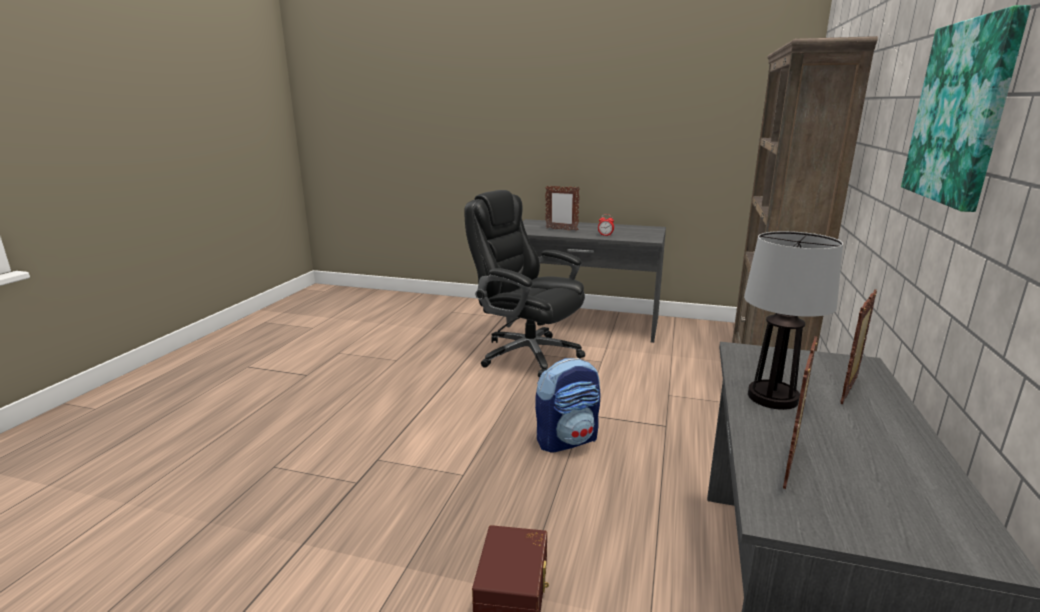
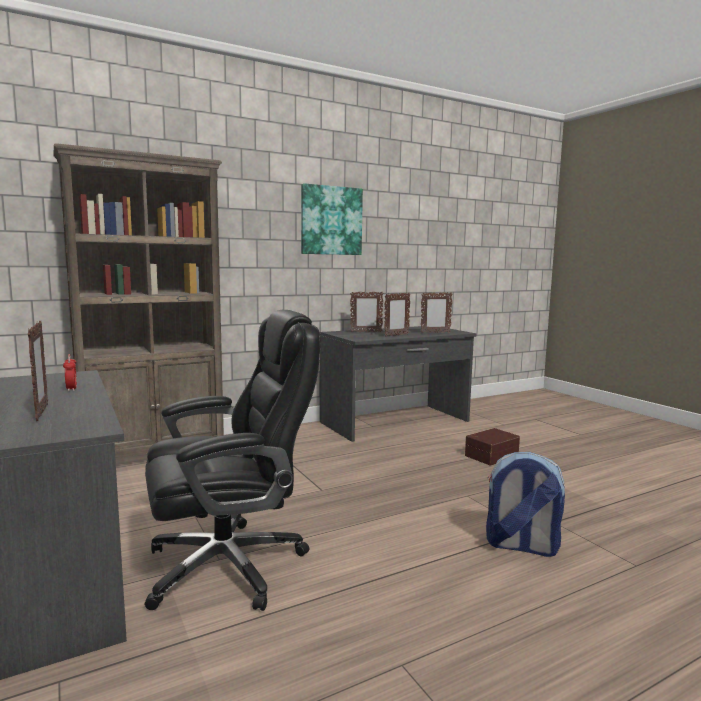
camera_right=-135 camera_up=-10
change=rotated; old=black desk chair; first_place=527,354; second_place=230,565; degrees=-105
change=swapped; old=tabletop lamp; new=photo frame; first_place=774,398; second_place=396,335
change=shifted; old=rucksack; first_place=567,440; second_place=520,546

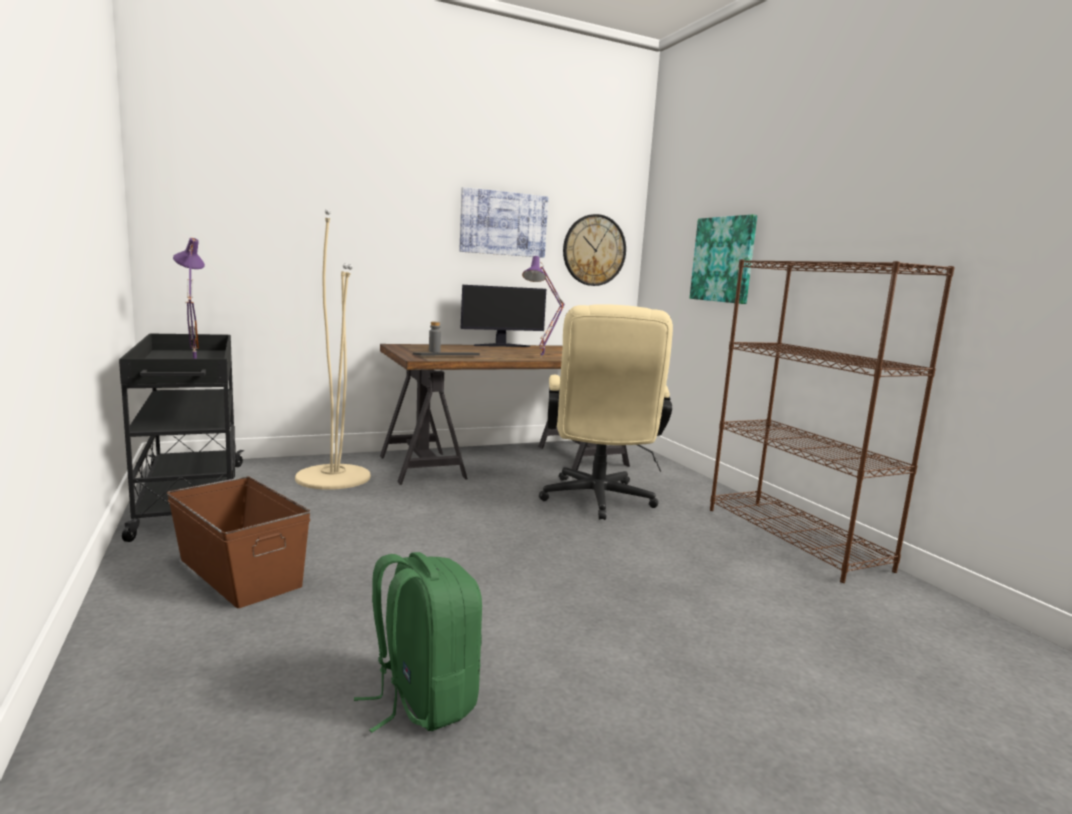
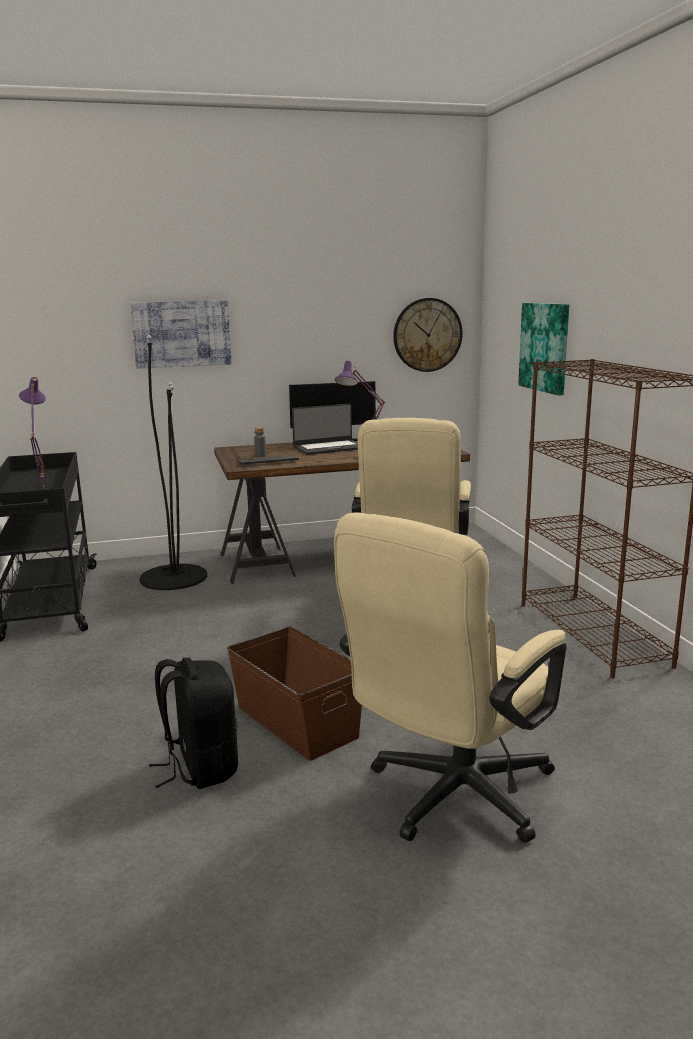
camera_right=10 camera_up=5
change=shifted; old=wall picture; first_place=503,223; second_place=181,334
change=repainted; old=beige-coloured floor lamp; new=black floor lamp; first_place=333,477; second_place=173,577
change=shifted; old=brown storage bin; first_place=240,572; second_place=297,721
change=repainted; old=green rucksack; new=black rucksack; first_place=422,700; second_place=200,767
change=new; new=notebook computer; second_place=329,448
change=new; new=beige-coloured desk chair; second_place=450,798

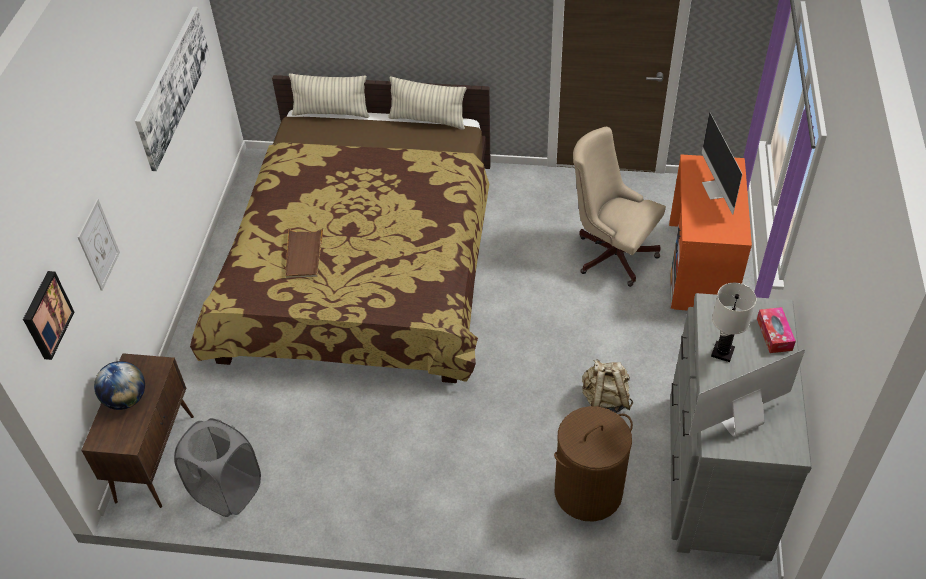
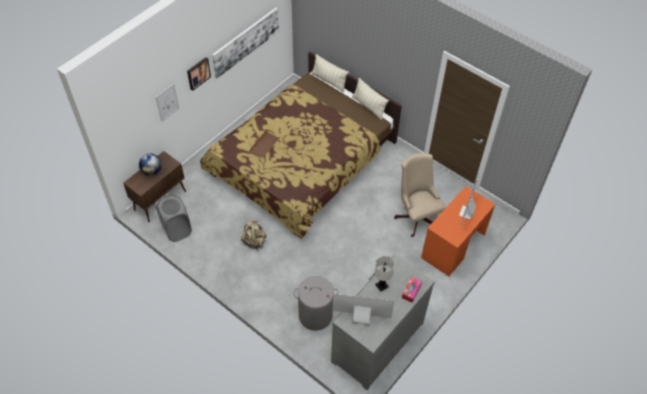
camera_right=30 camera_up=5
change=shifted; old=wall picture; first_place=46,315; second_place=198,73
change=shifted; old=beige-coloured rucksack; first_place=605,400; second_place=254,241
change=repainted; old=brown laundry basket; new=greyish laundry basket; first_place=588,491; second_place=315,315

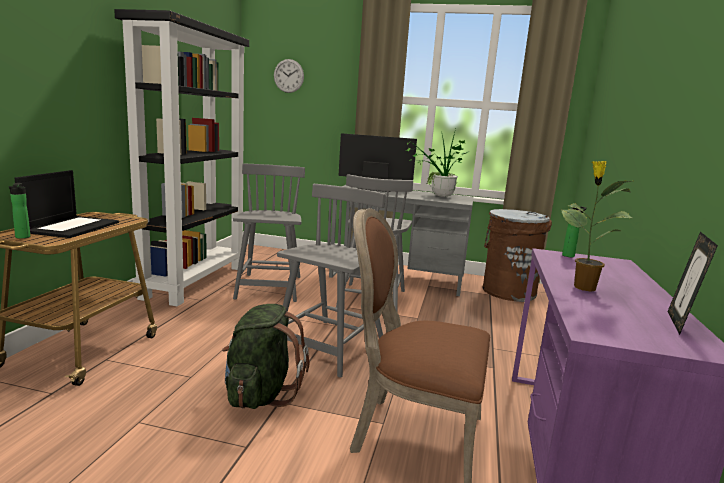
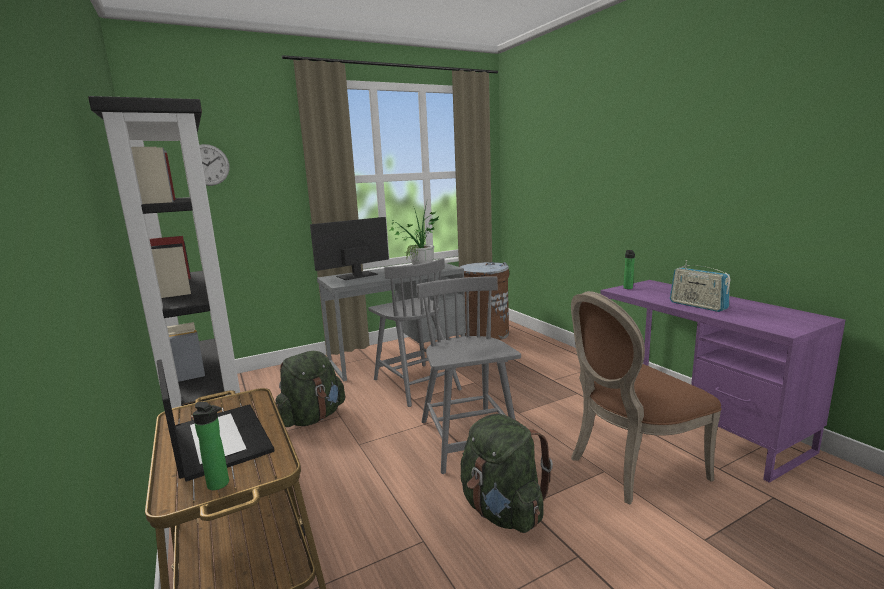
camera_right=-40 camera_up=0
change=swapped; old=houseplant; new=radio set; first_place=583,287; second_place=697,306
change=swapped; old=greyish chair; new=green rucksack; first_place=269,288; second_place=312,418
change=gone; old=photo frame; first_place=679,323

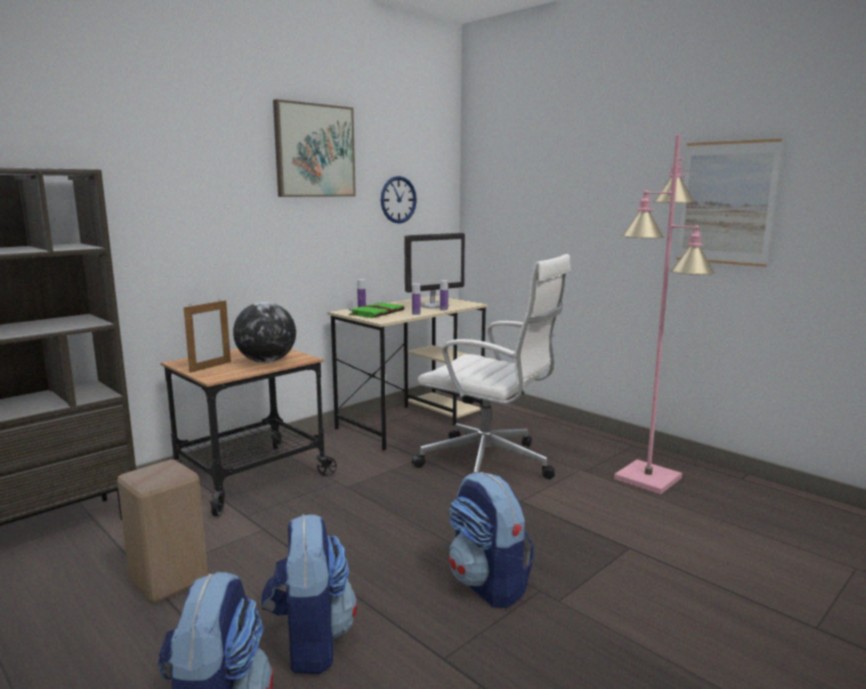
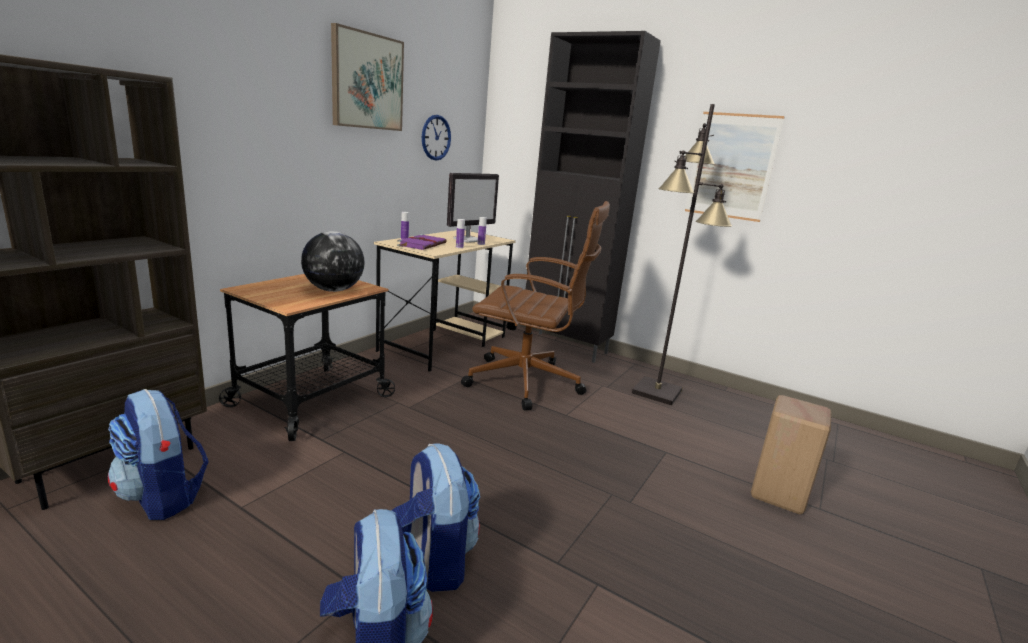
camera_right=-15 camera_up=5
change=repainted; old=pink-coloured floor lamp; new=black floor lamp; first_place=649,478; second_place=657,392
change=repainted; old=white desk chair; new=brown desk chair; first_place=489,465; second_place=527,383
change=gone; old=photo frame; first_place=210,367
change=repainted; old=green bound book; new=purple bound book; first_place=377,312; second_place=422,244
change=shifted; old=beige-coloured stool seat; first_place=166,581; second_place=776,495
change=shifted; old=rucksack; first_place=488,584; second_place=163,496
change=new; new=black cupboard; second_place=566,347

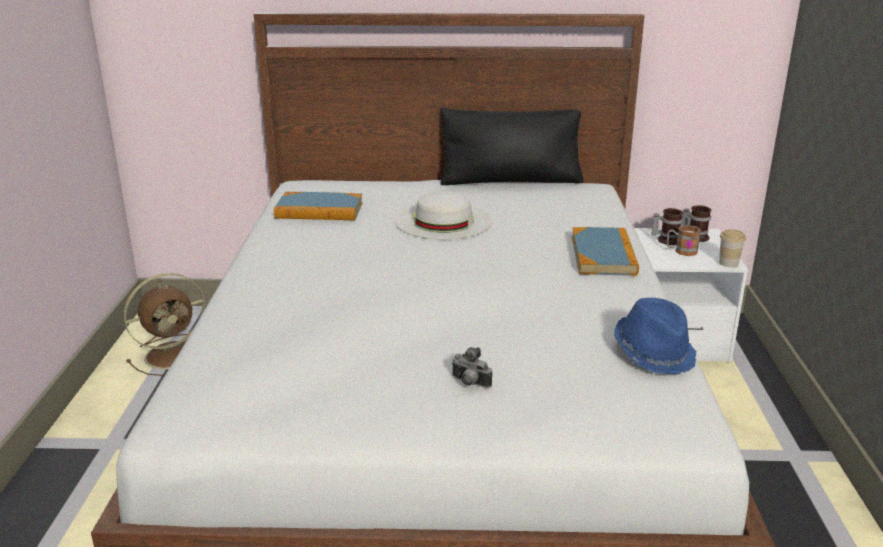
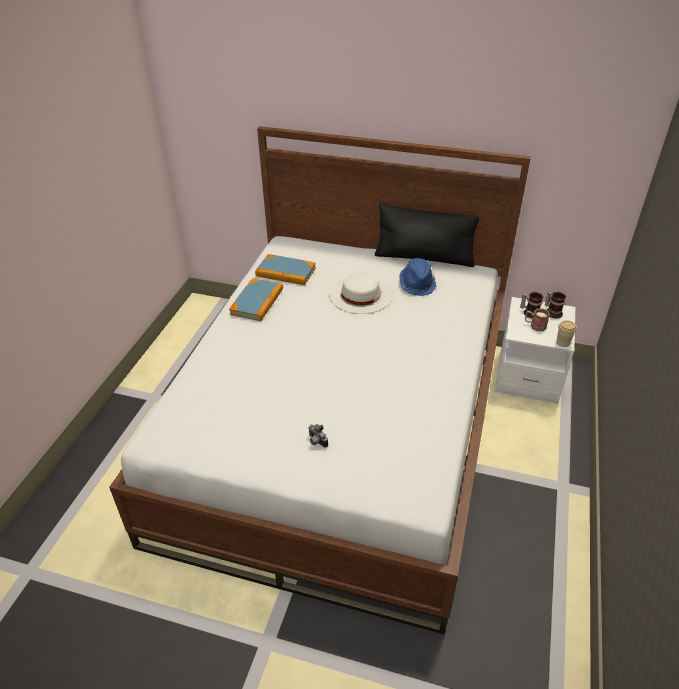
camera_right=15 camera_up=15
change=shifted; old=bound book; first_place=603,255; second_place=257,302
change=gone; old=brown cooling fan; first_place=175,354
change=shifted; old=bluish clothing hat; first_place=654,352; second_place=417,284

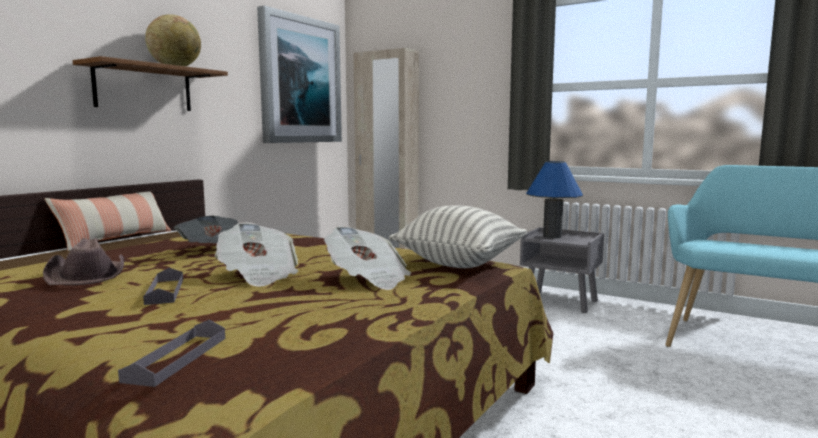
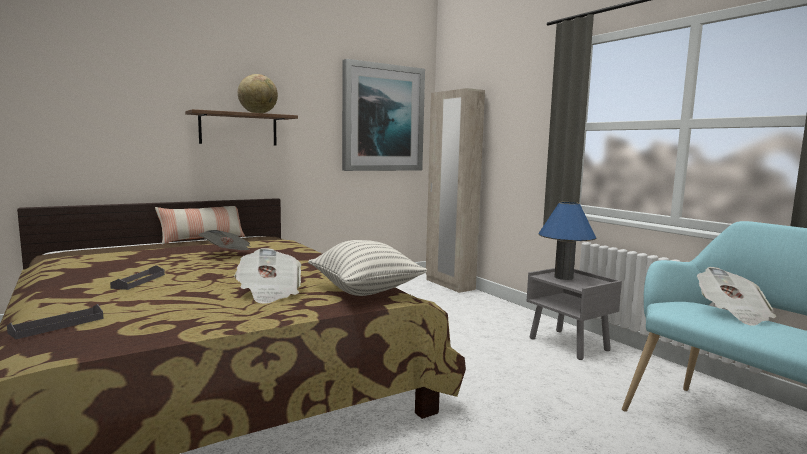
camera_right=25 camera_up=0
change=shifted; old=daily paper; first_place=258,275; second_place=732,313
change=gone; old=brown clothing hat; first_place=88,275

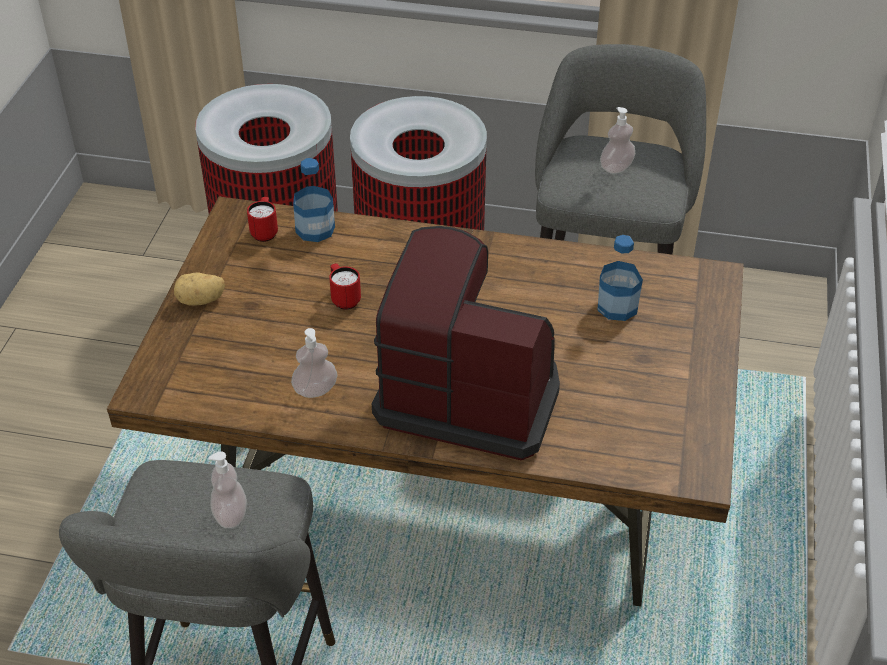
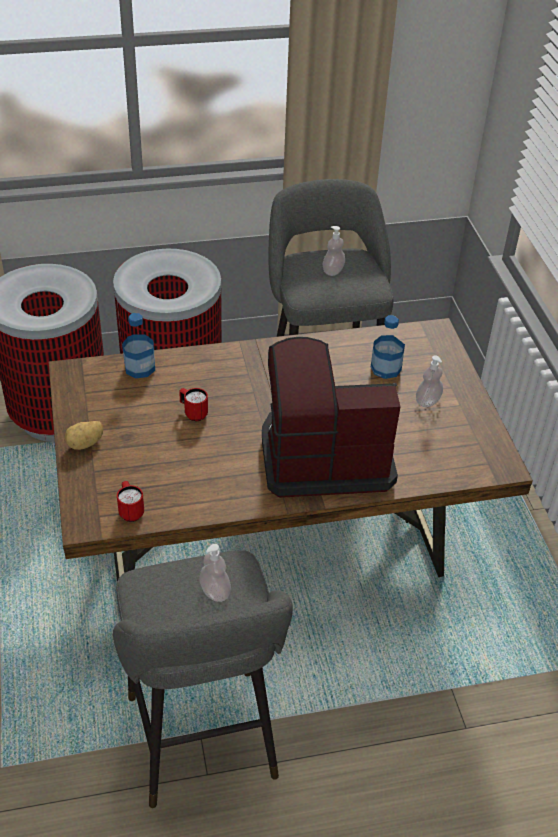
camera_right=-25 camera_up=0
change=shifted; old=reddish coffee mug; first_place=265,231; second_place=130,511
change=shifted; old=liquid soap bottle; first_place=315,390; second_place=427,401

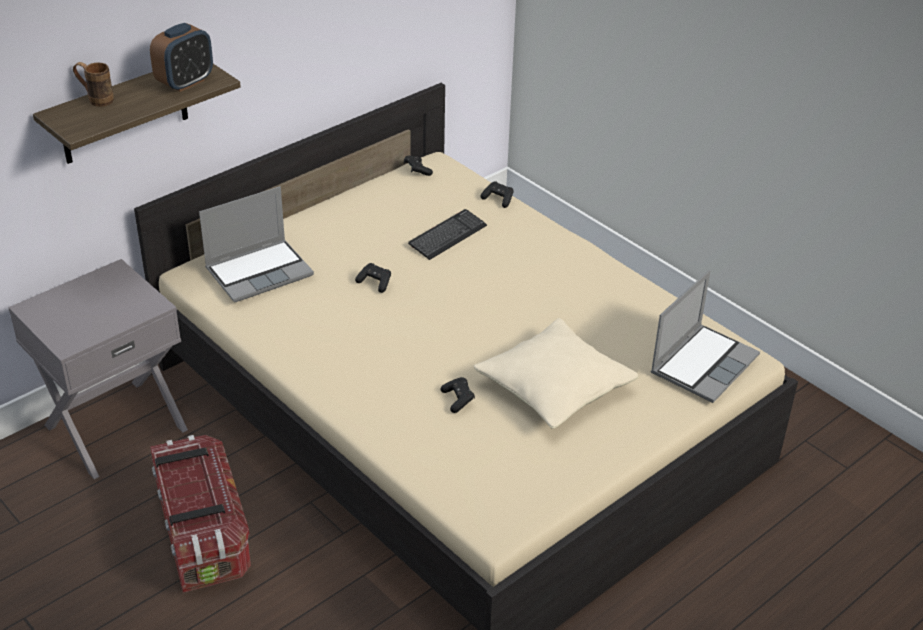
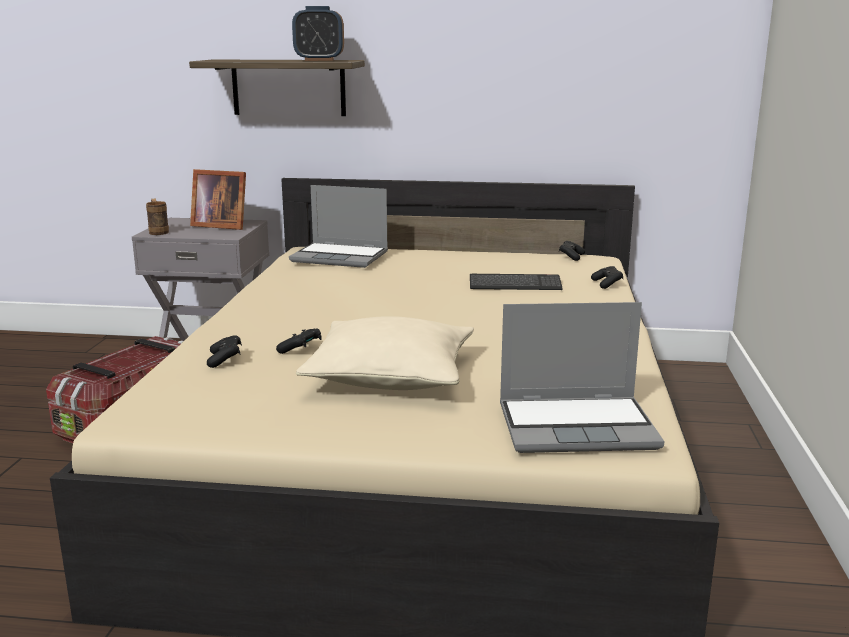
camera_right=50 camera_up=-20
change=shifted; old=brown coffee mug; first_place=96,99; second_place=158,231
change=shifted; old=black joypad; first_place=375,283; second_place=225,360
change=new; new=photo frame; second_place=220,225

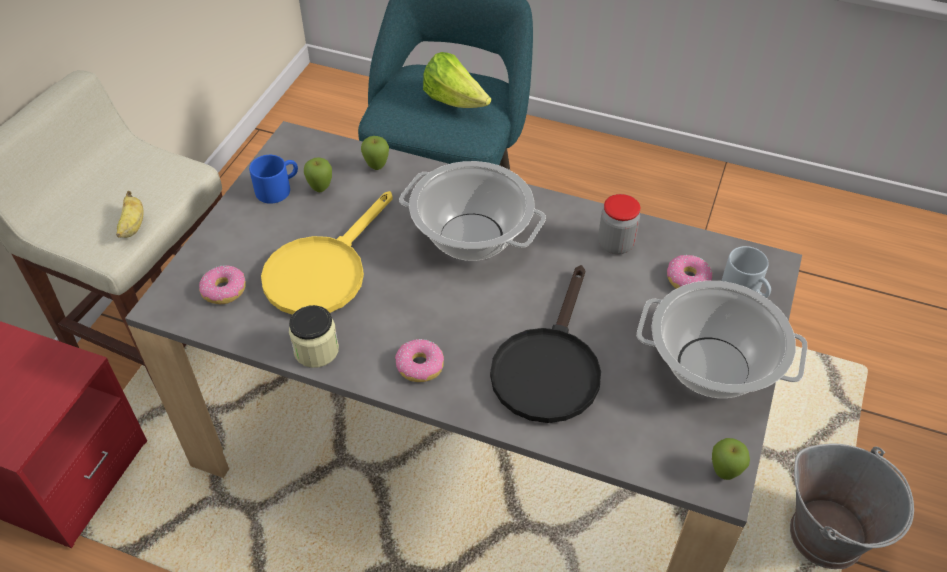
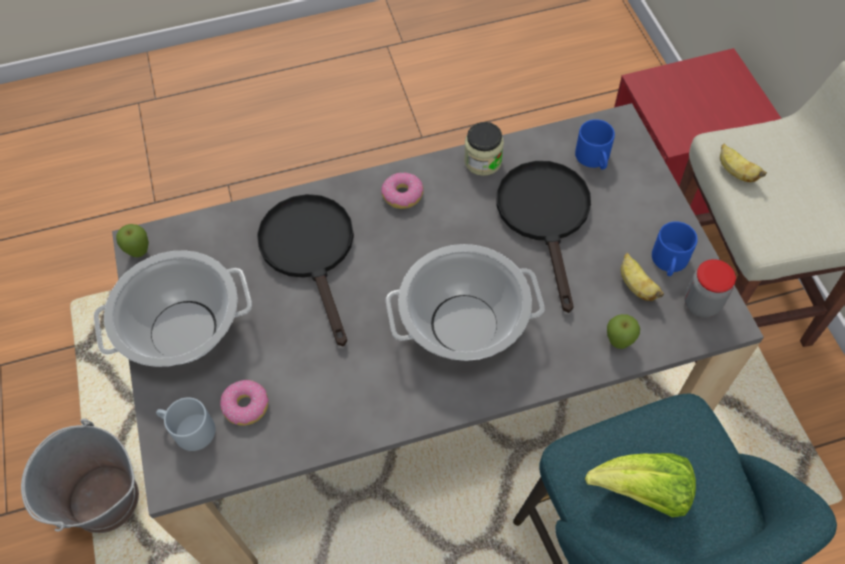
camera_right=145 camera_up=10
change=swapped; old=apple; new=banana; first_place=321,189; second_place=636,286
change=repainted; old=yellow frying pan; new=black frying pan; first_place=323,271; second_place=546,217
change=shifted; old=preserve jar; first_place=615,244; second_place=701,303
change=swapped; old=ring doughnut; new=bluish coffee mug; first_place=224,290; second_place=595,159

